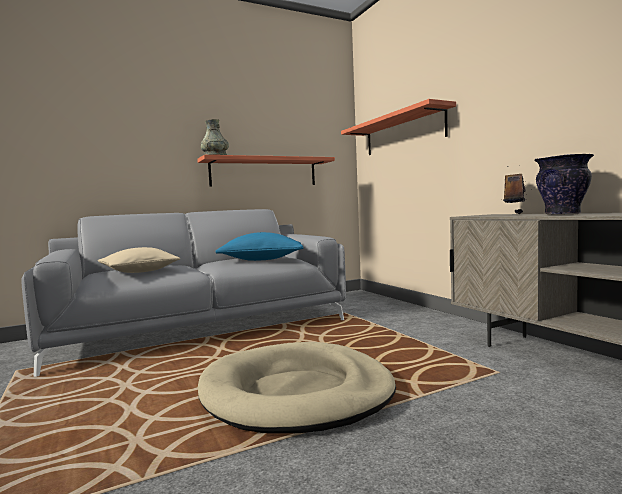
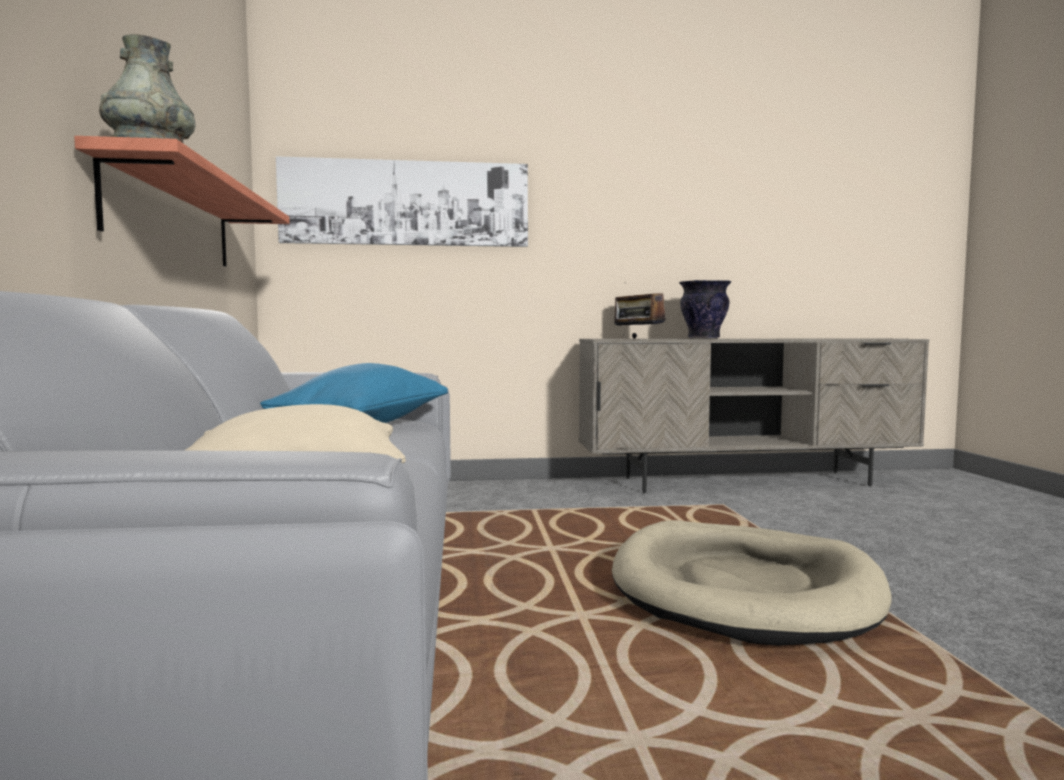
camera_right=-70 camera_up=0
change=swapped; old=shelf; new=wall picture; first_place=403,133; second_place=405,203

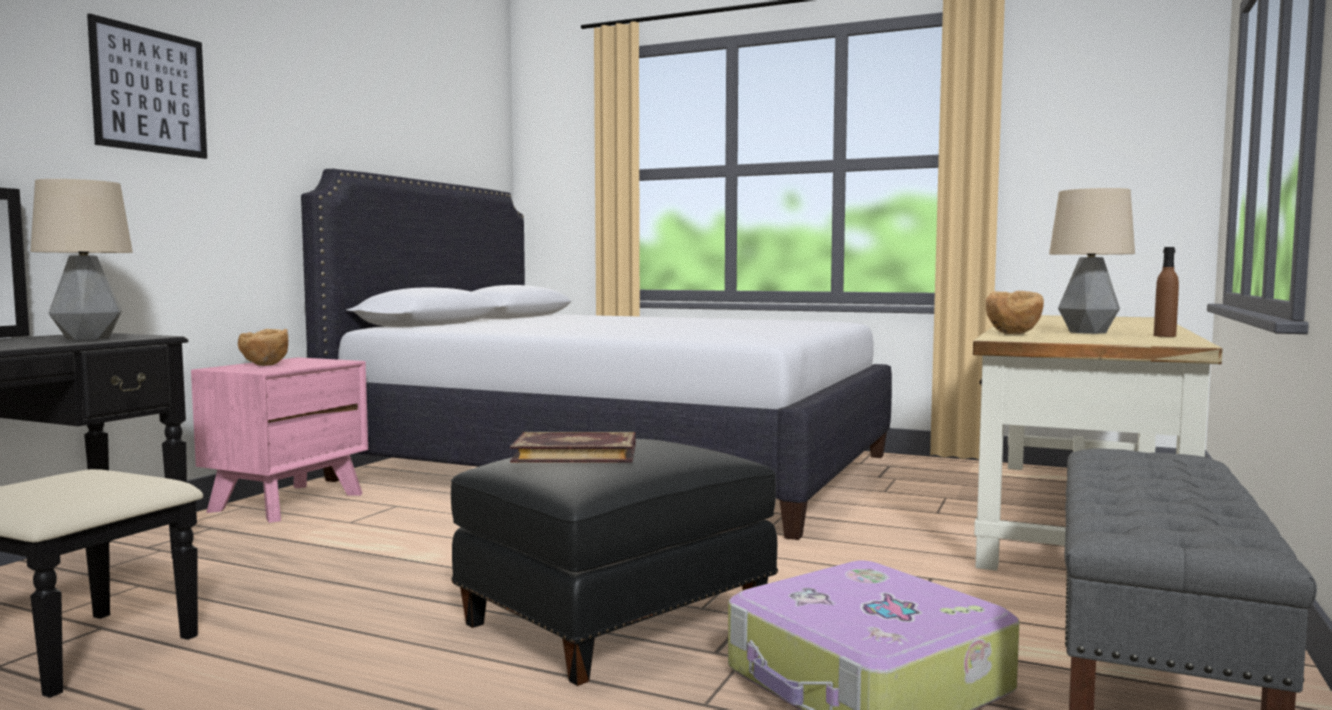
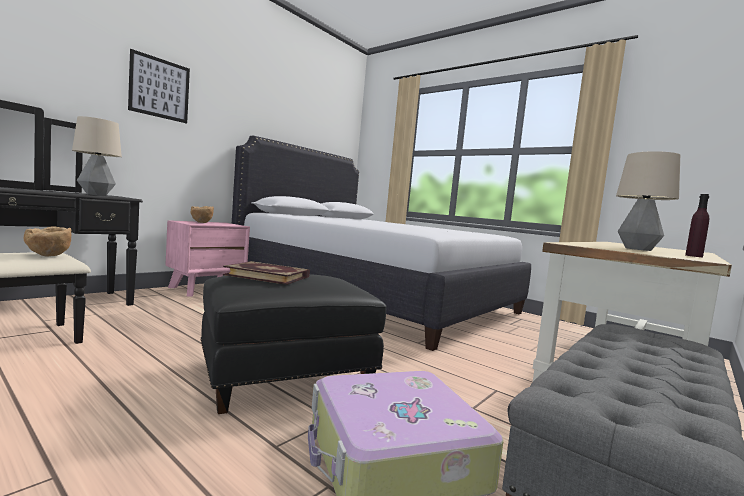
camera_right=15 camera_up=0
change=repainted; old=brown drink bottle; new=purple drink bottle; first_place=1164,336; second_place=694,256
change=shifted; old=brown deep dish; first_place=1014,334; second_place=48,256

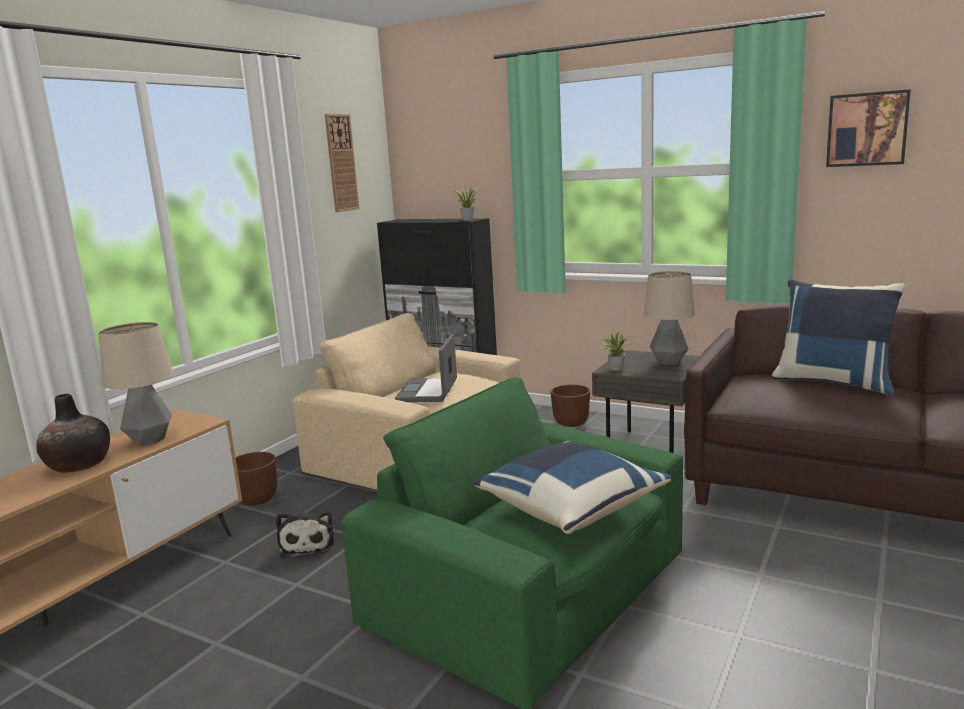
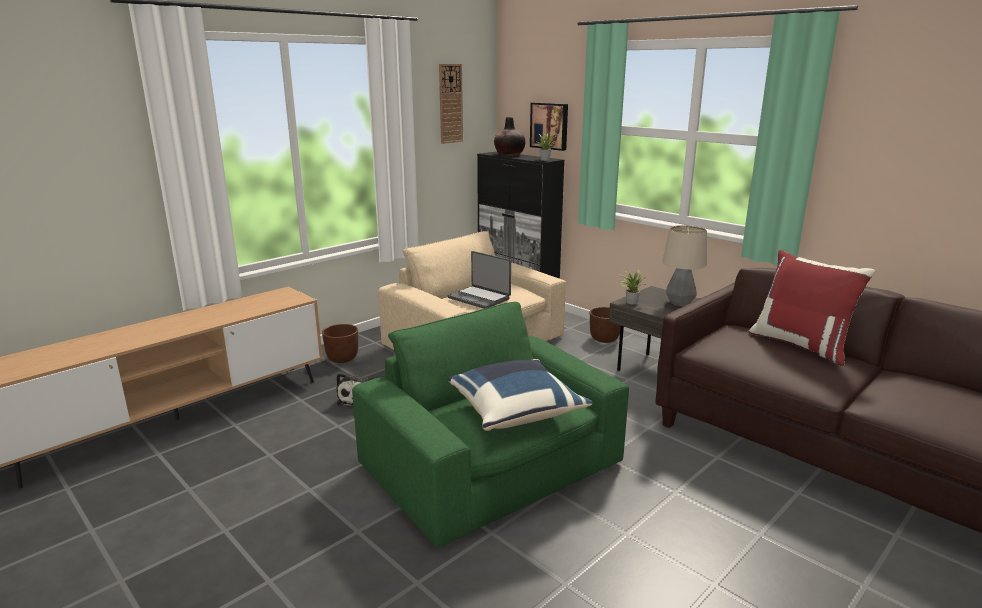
camera_right=15 camera_up=5
change=shifted; old=wall picture; first_place=867,129; second_place=550,126
change=repainted; old=bluish cushion; new=reddish cushion; first_place=833,382; second_place=801,345
change=gone; old=tabletop lamp; first_place=150,440
change=rotated; old=notebook computer; first_place=428,391; second_place=480,298; degrees=-75
change=shifted; old=flower vase; first_place=79,465; second_place=509,154

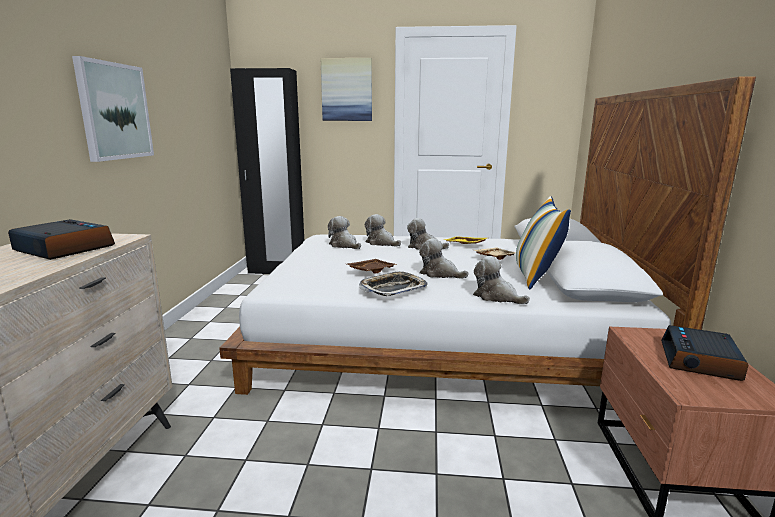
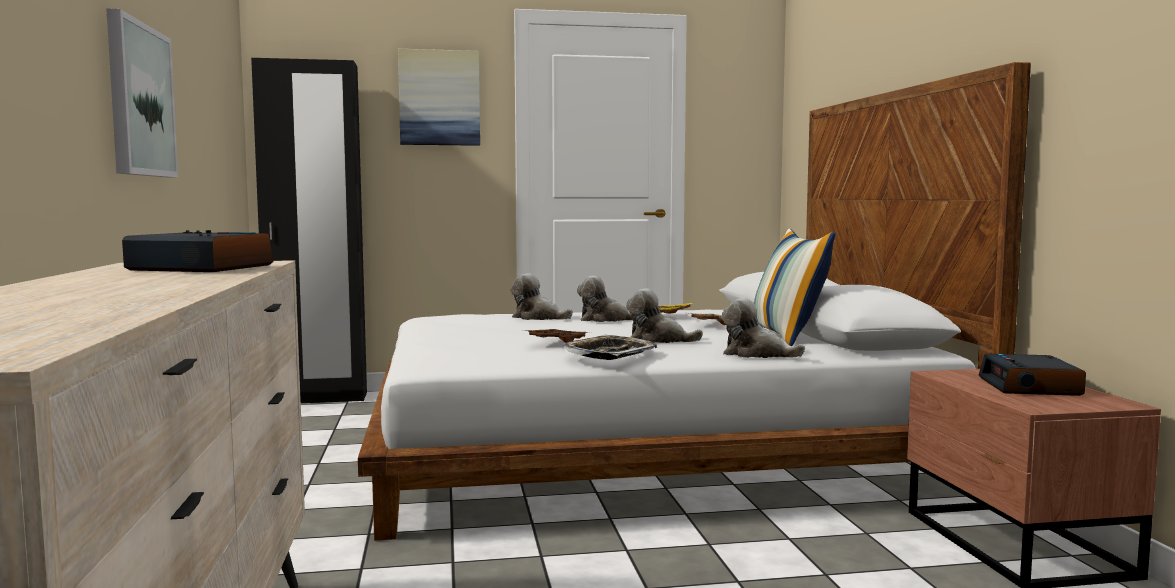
camera_right=-15 camera_up=-10
change=gone; old=soft toy; first_place=344,245

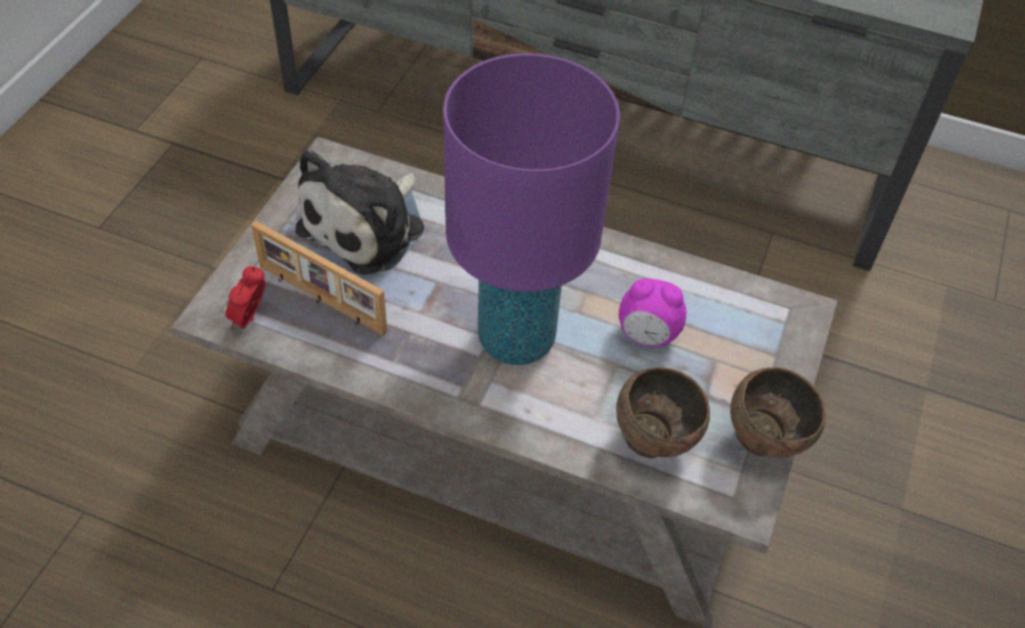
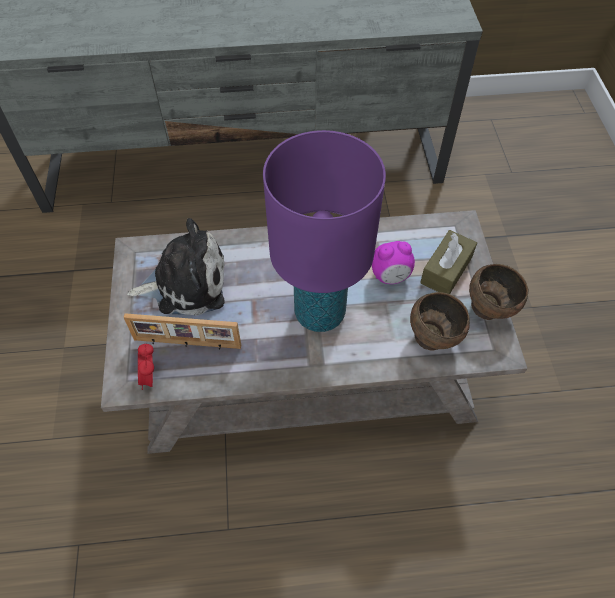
camera_right=-25 camera_up=5
change=rotated; old=soft toy; first_place=367,226; second_place=186,283; degrees=-105
change=new; new=brown tissue holder; second_place=446,270

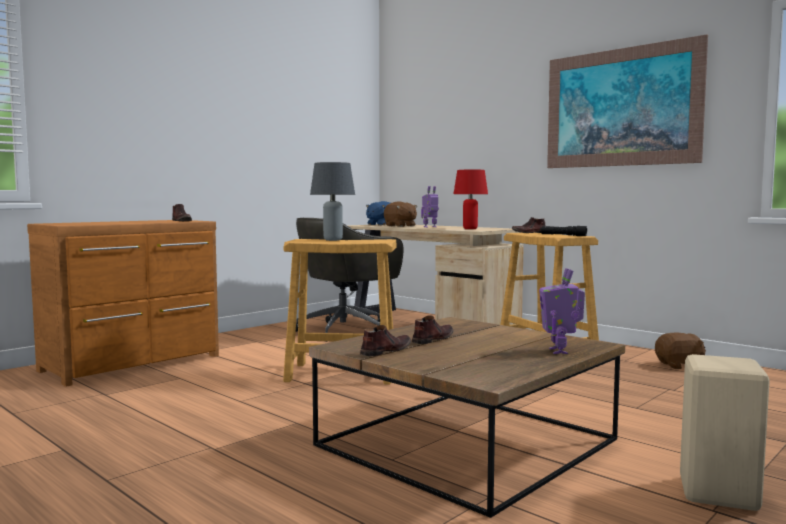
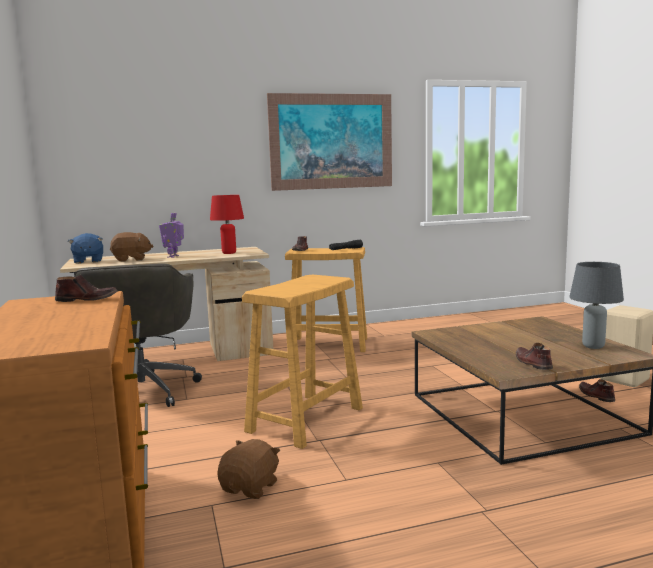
camera_right=-60 camera_up=5
change=shifted; old=greyish tabletop lamp; first_place=333,240; second_place=592,346
change=gone; old=model robot; first_place=560,351
change=shifted; old=brown item of footwear; first_place=432,339; second_place=595,395
change=shifted; old=brown soft toy; first_place=679,365; second_place=250,487

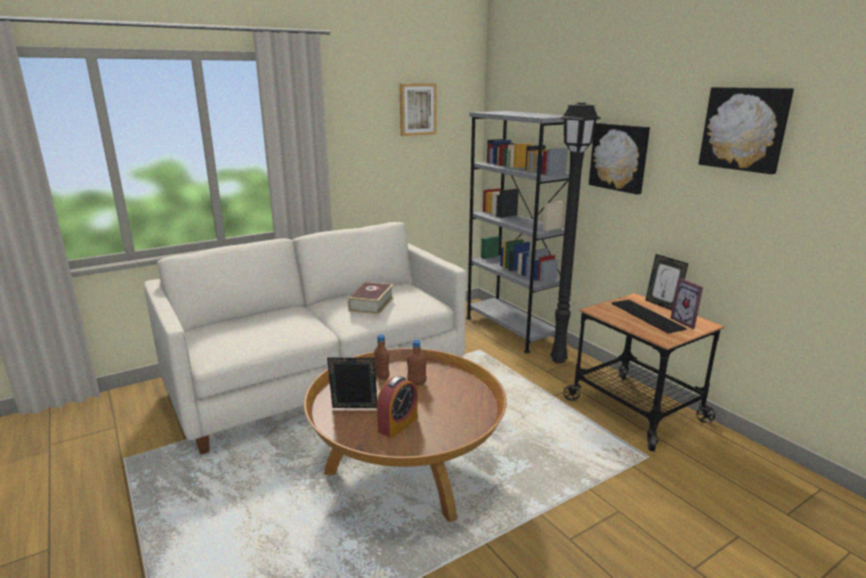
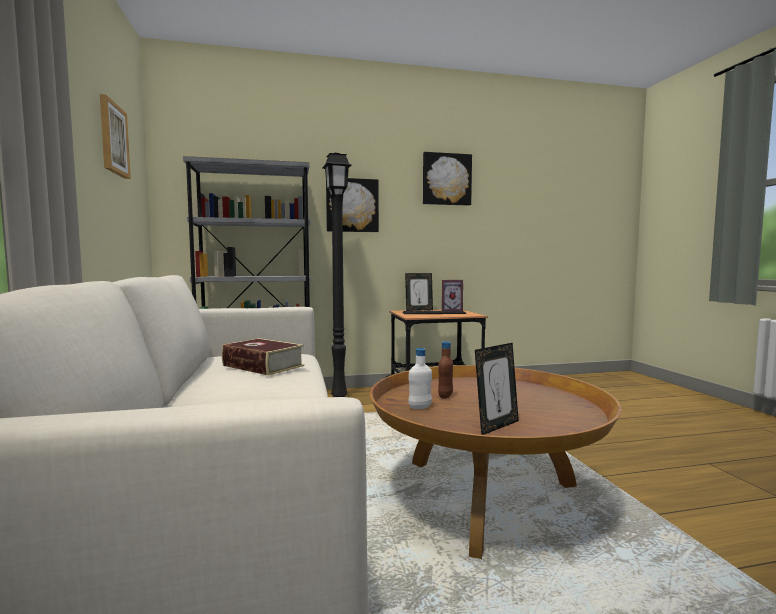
camera_right=-70 camera_up=-15
change=repainted; old=brown drink bottle; new=white drink bottle; first_place=382,377; second_place=420,407
change=rotated; old=photo frame; first_place=354,410; second_place=496,426; degrees=-150
change=gone; old=bedside clock; first_place=398,424

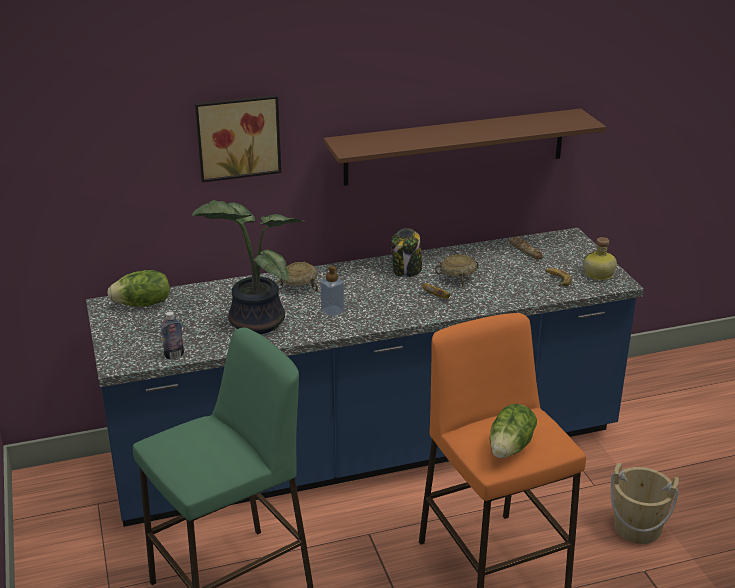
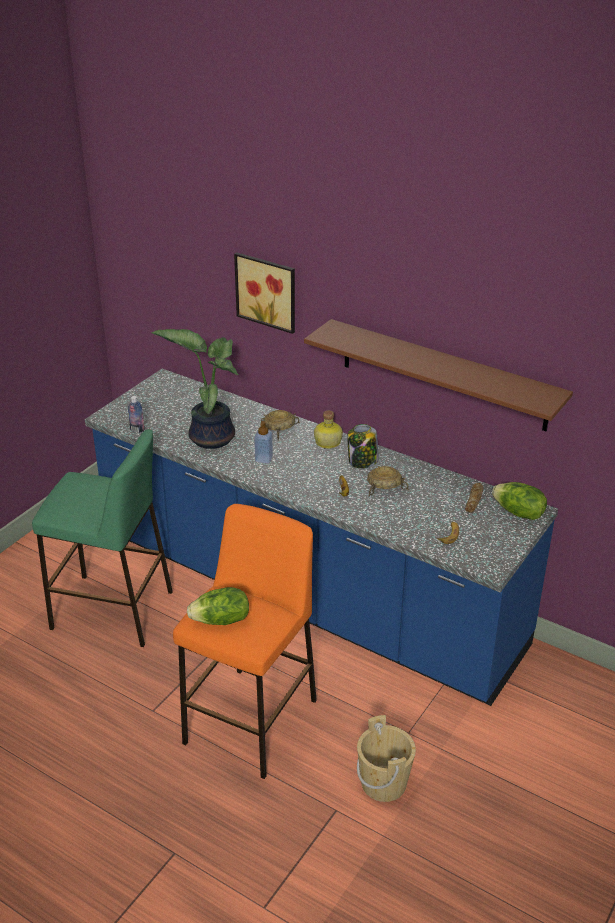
camera_right=50 camera_up=5
change=shifted; old=drink bottle; first_place=599,274; second_place=327,442
change=shifted; old=head of lettuce; first_place=143,304; second_place=518,513

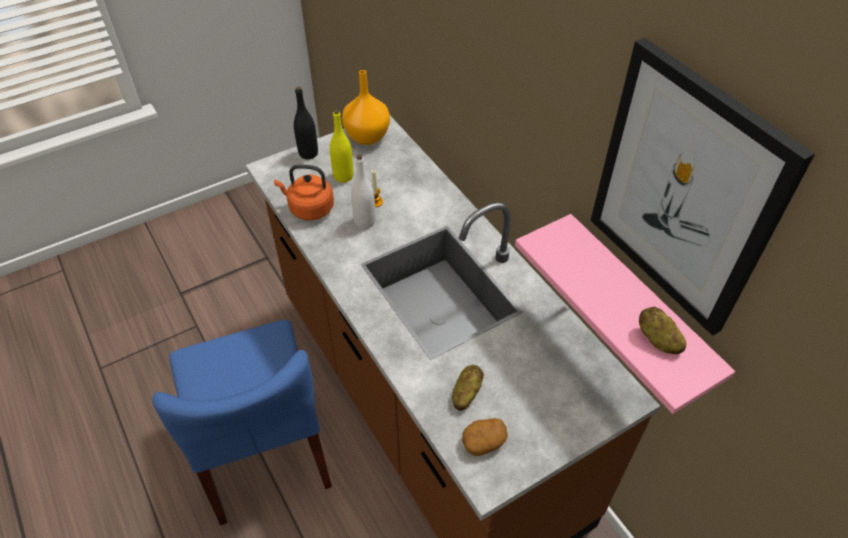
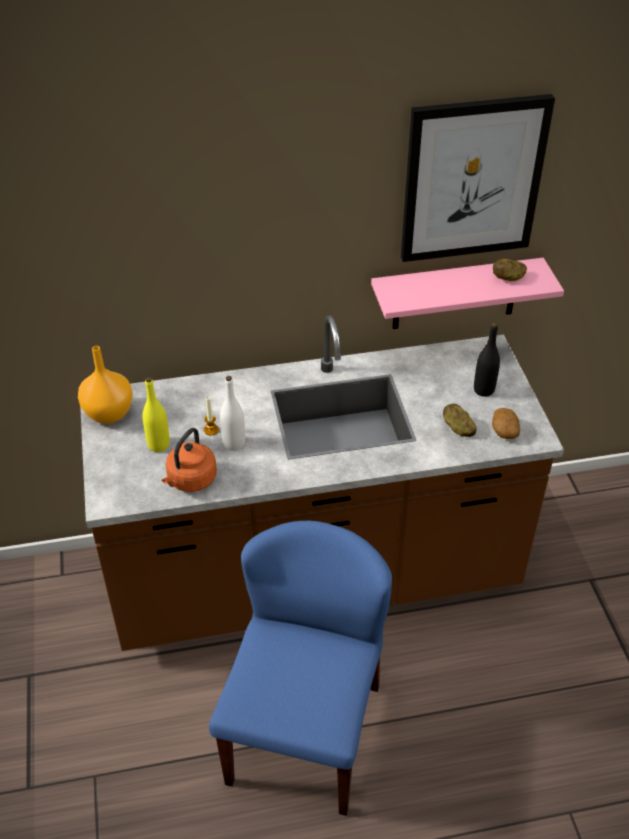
camera_right=-70 camera_up=-5
change=shifted; old=black drink bottle; first_place=308,153; second_place=483,390
change=rotated; old=bluish chair; first_place=264,450; second_place=304,732; degrees=-75

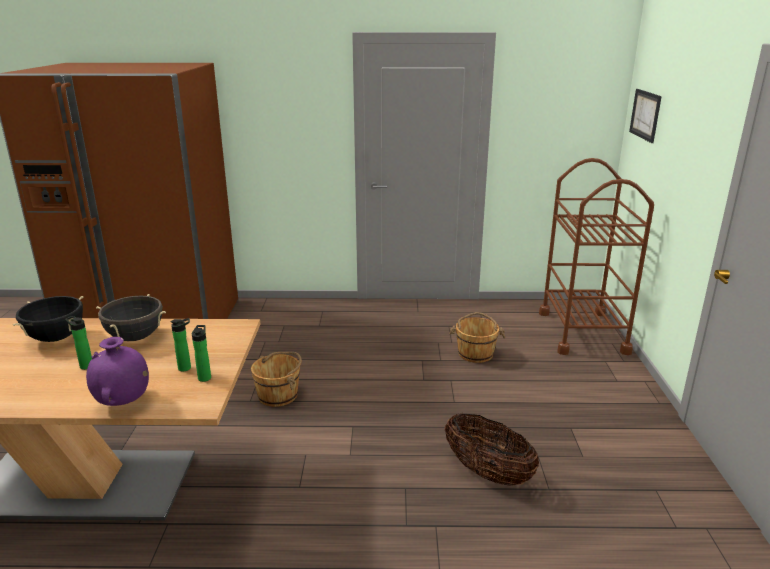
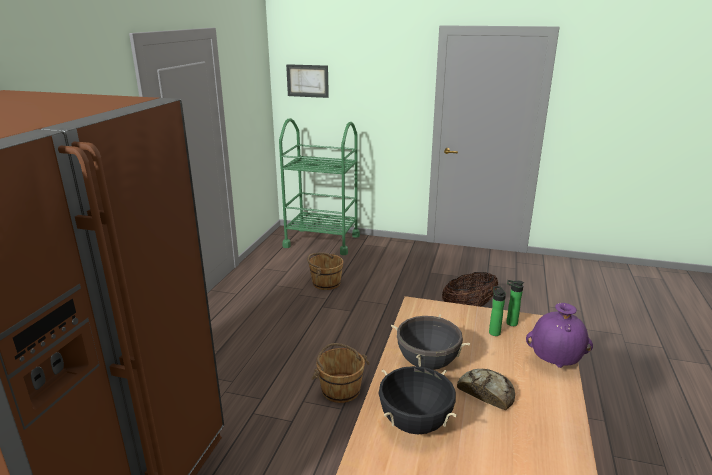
camera_right=-75 camera_up=0
change=repainted; old=brown cart; new=green cart; first_place=582,332; second_place=322,241
change=swapped; old=drink bottle; new=baked bread; first_place=85,366; second_place=486,392

